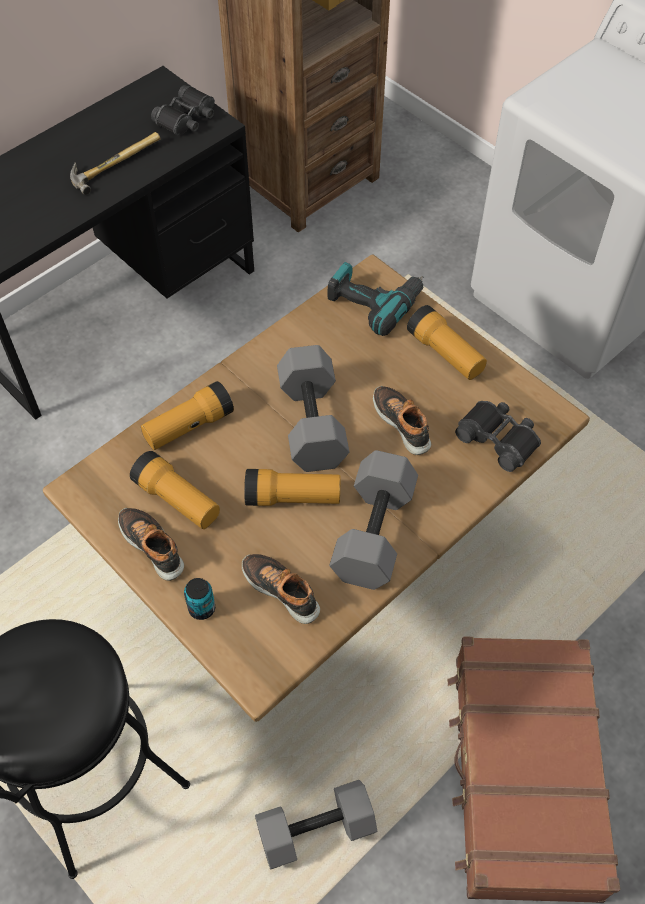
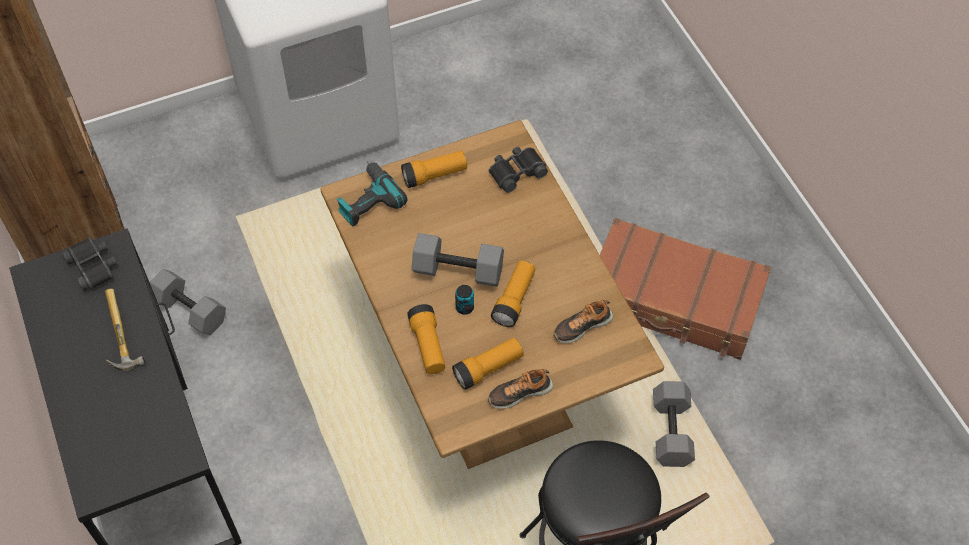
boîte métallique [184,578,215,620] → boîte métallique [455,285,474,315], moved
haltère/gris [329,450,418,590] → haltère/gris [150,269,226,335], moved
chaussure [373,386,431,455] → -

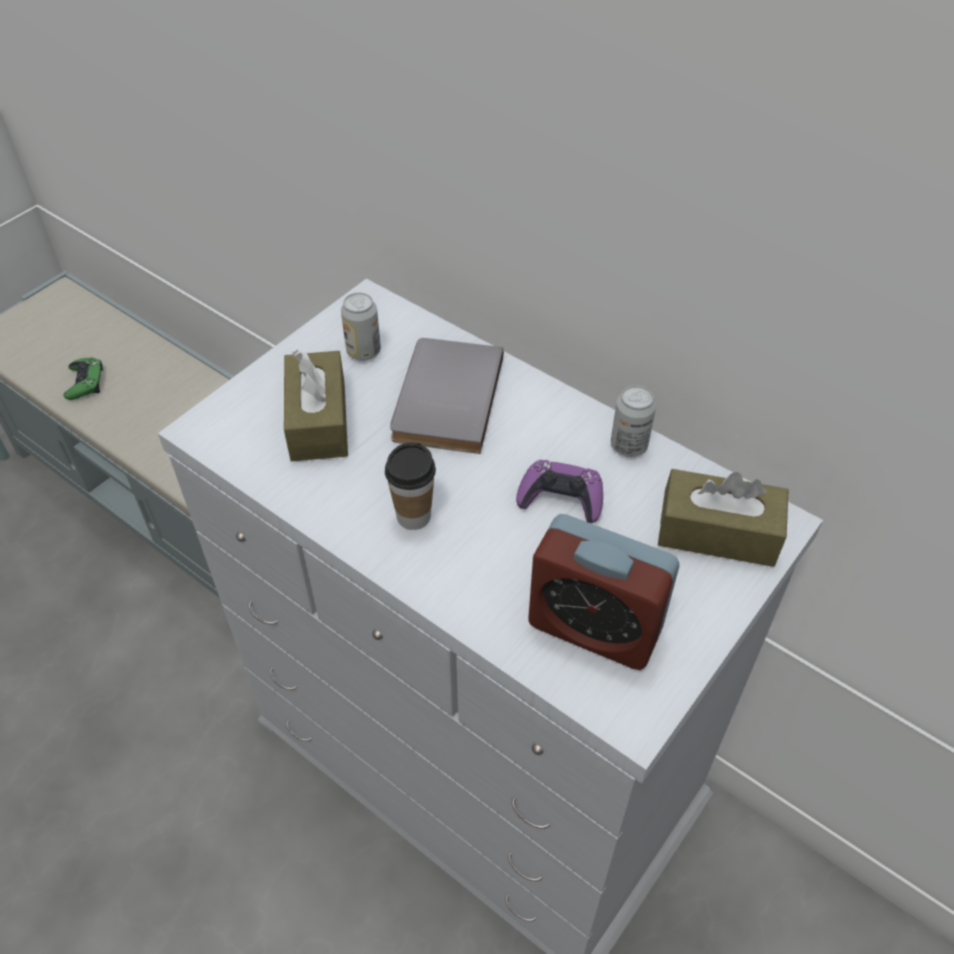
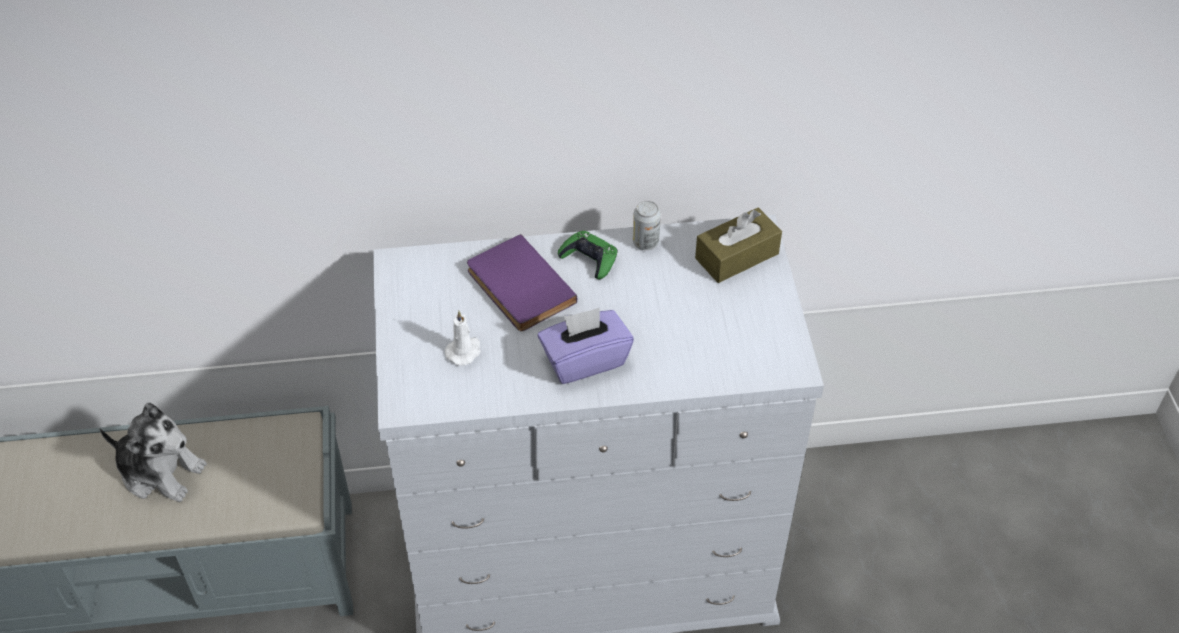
manette/vert [63,358,103,400] → manette/vert [558,231,618,279], moved
boîte à mouchoirs/marron [284,350,348,461] → bougie/blanc [445,311,481,366]
boîte métallique [341,293,381,361] → -
tasse [385,443,436,530] → boîte à mouchoirs/violet [537,307,634,384]
livre/gris [390,338,504,454] → livre/violet [467,234,577,331]
manette/violet [516,460,603,523] → -
réveil [528,514,679,670] → -
- → peluche [99,403,207,502]

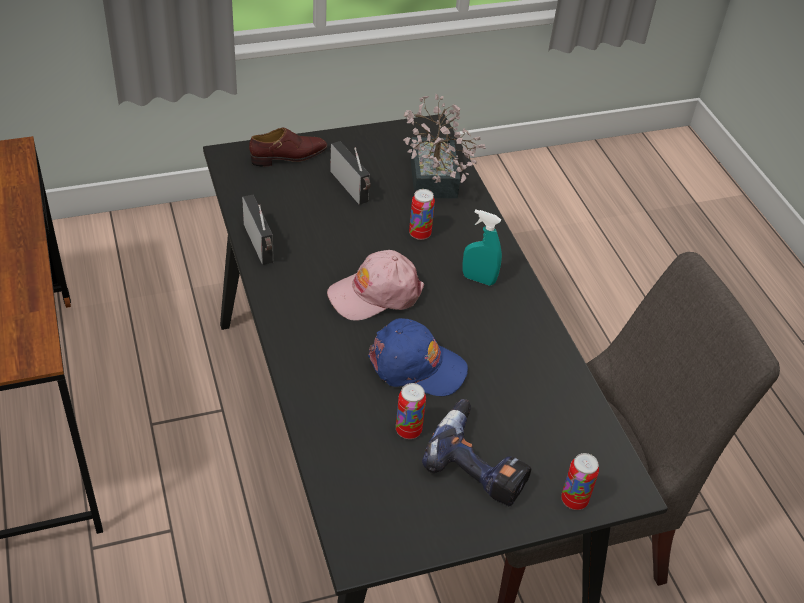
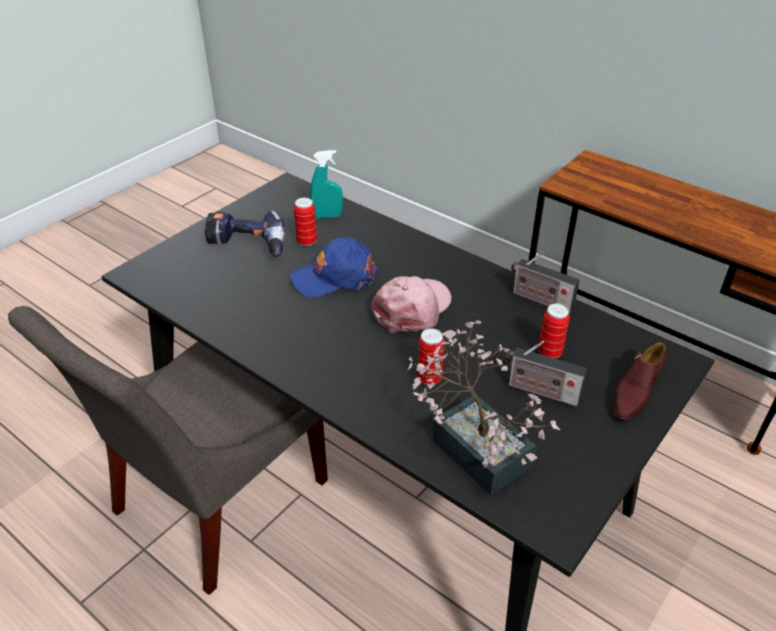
vaporisateur/turquoise [462,210,502,286] → vaporisateur/turquoise [310,150,343,219], moved
boîte métallique [561,453,599,510] → boîte métallique [538,304,570,358], moved

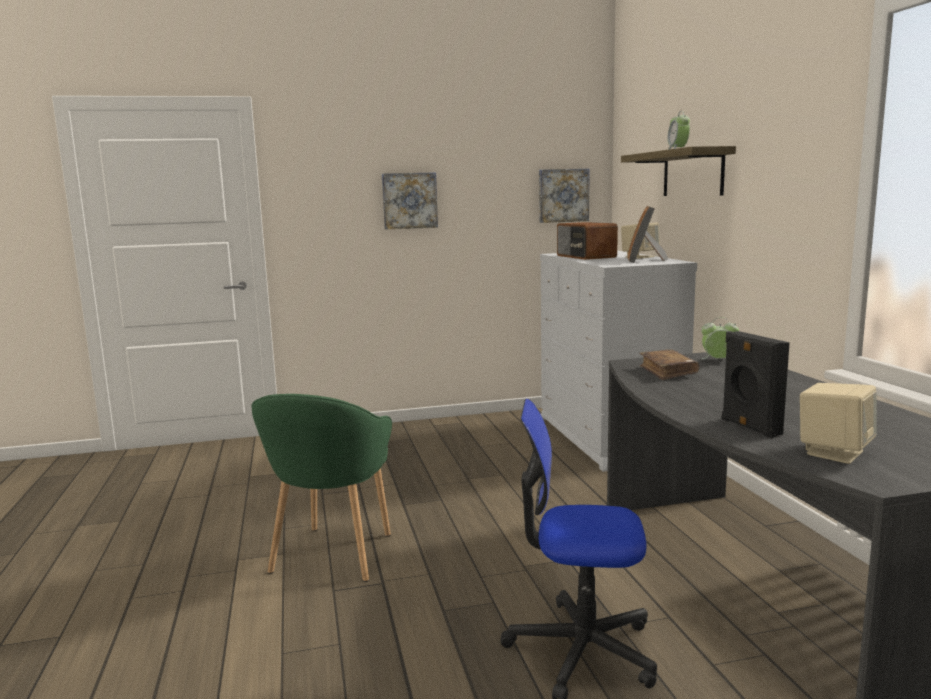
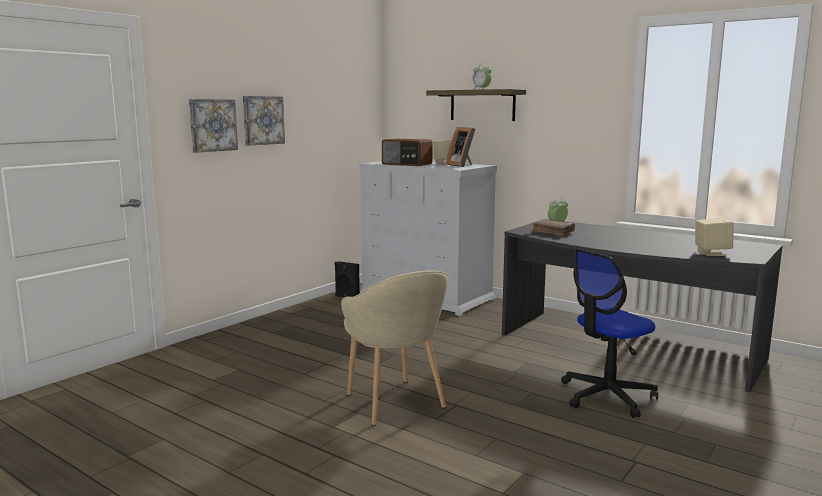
fauteuil/vert [252,394,392,582] → fauteuil/beige [341,270,448,426]
tableau [539,169,590,223] → tableau [189,99,238,153], moved
enceinte/noir [722,331,790,438] → enceinte/noir [335,261,360,297], moved

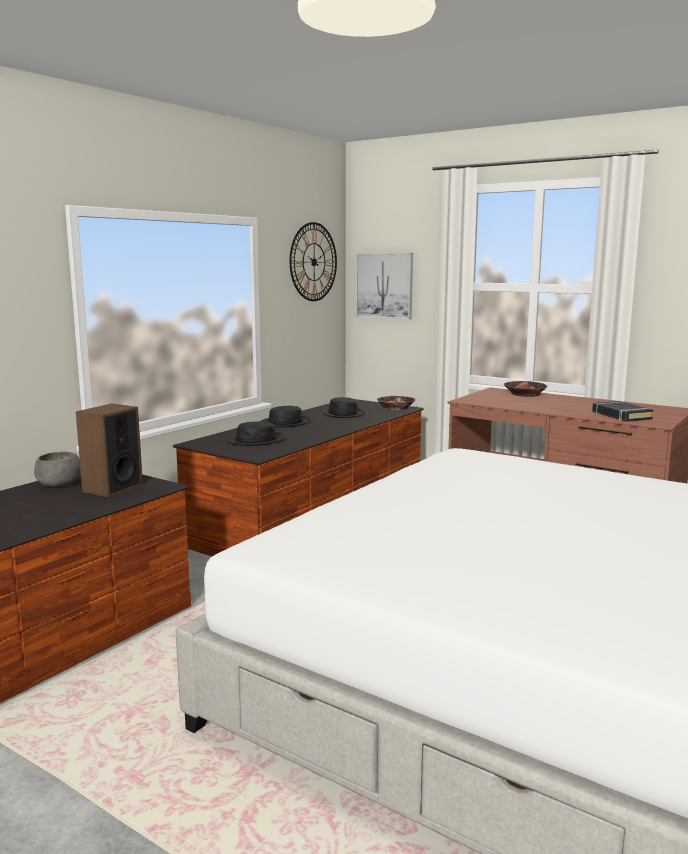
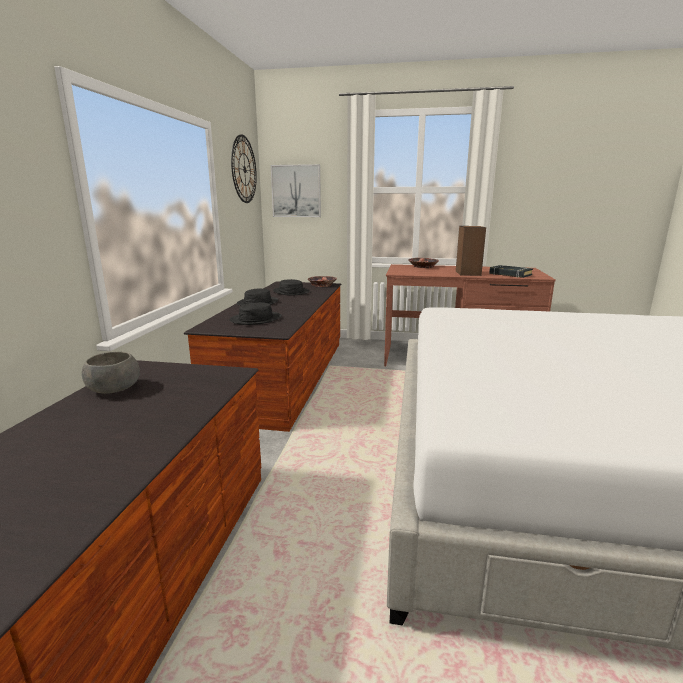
enceinte [76,404,143,497] → enceinte [456,226,486,276], moved

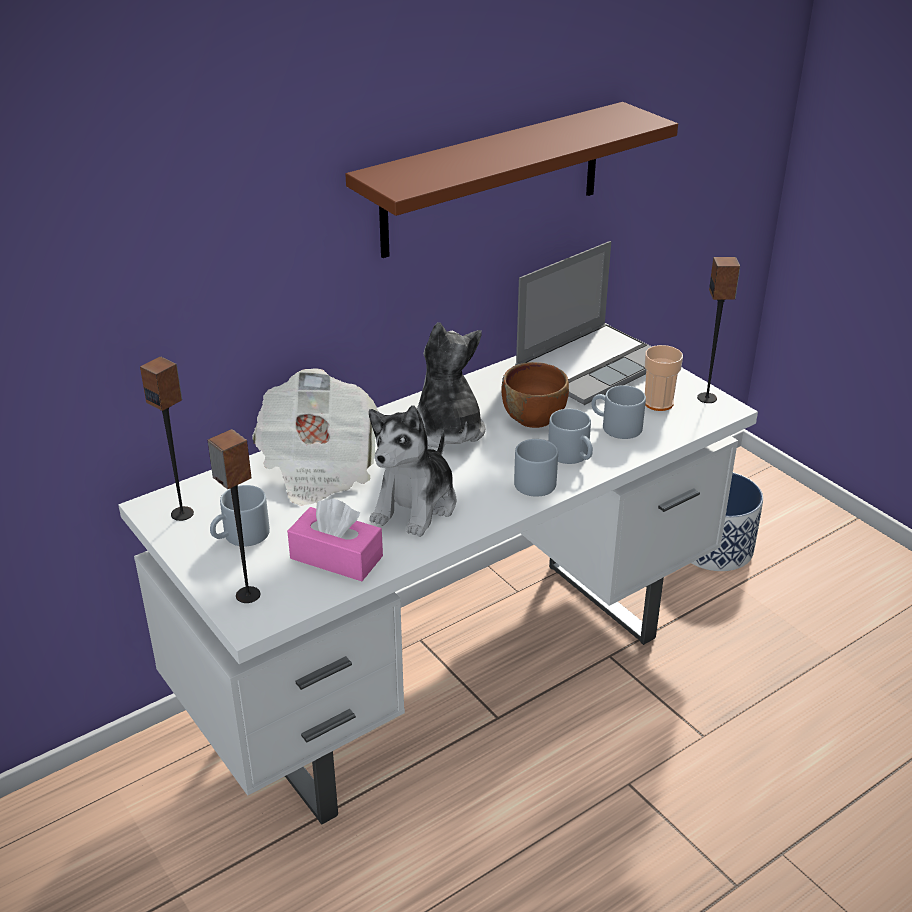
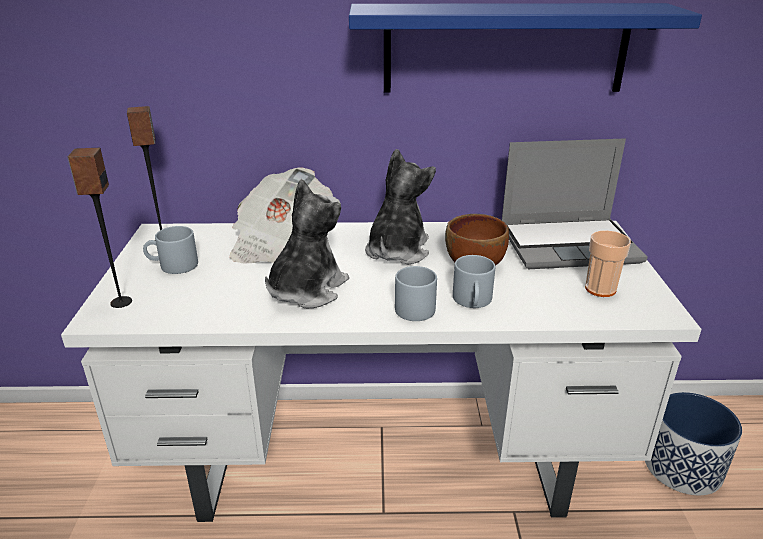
boîte à mouchoirs/rose [287,499,383,581] → -
étagère/marron [345,102,678,258] → étagère/bleu [349,3,702,93]
peluche [369,405,457,537] → peluche [265,179,349,308], 150 degrees clockwise
mug/gris [591,385,646,439] → -
enceinte [697,257,740,403] → -

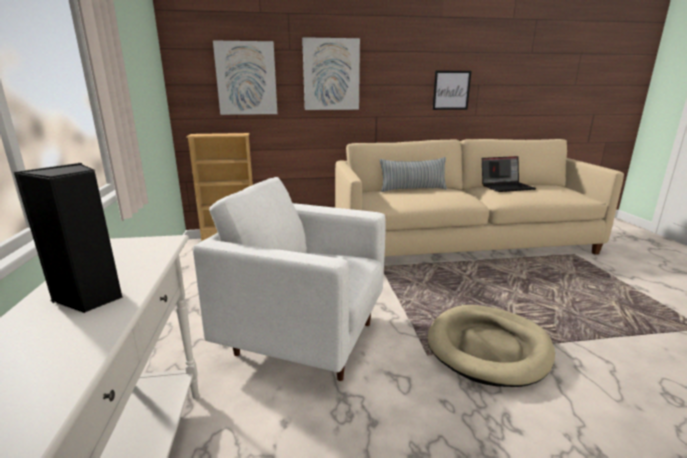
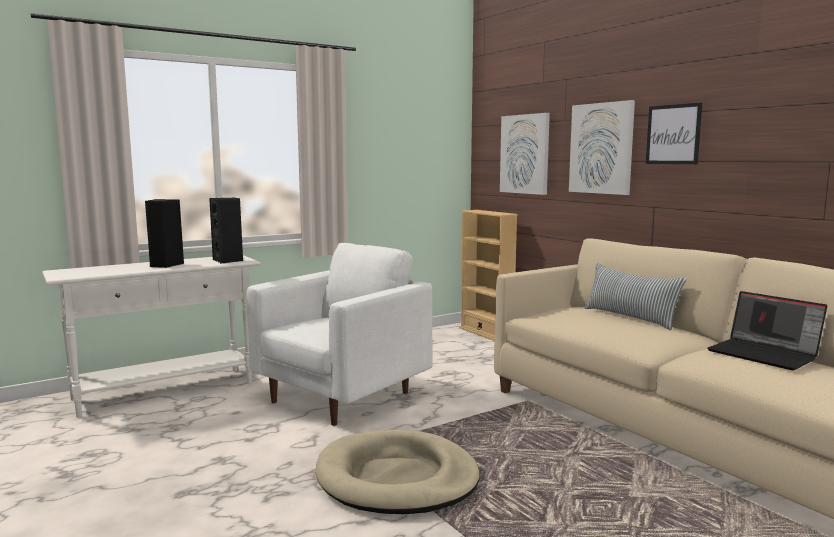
fauteuil/blanc [193,177,386,381] → fauteuil/blanc [246,243,432,426], 45 degrees clockwise
tableau [432,71,471,110] → tableau [646,103,702,164], moved
- → enceinte/noir [209,198,243,264]

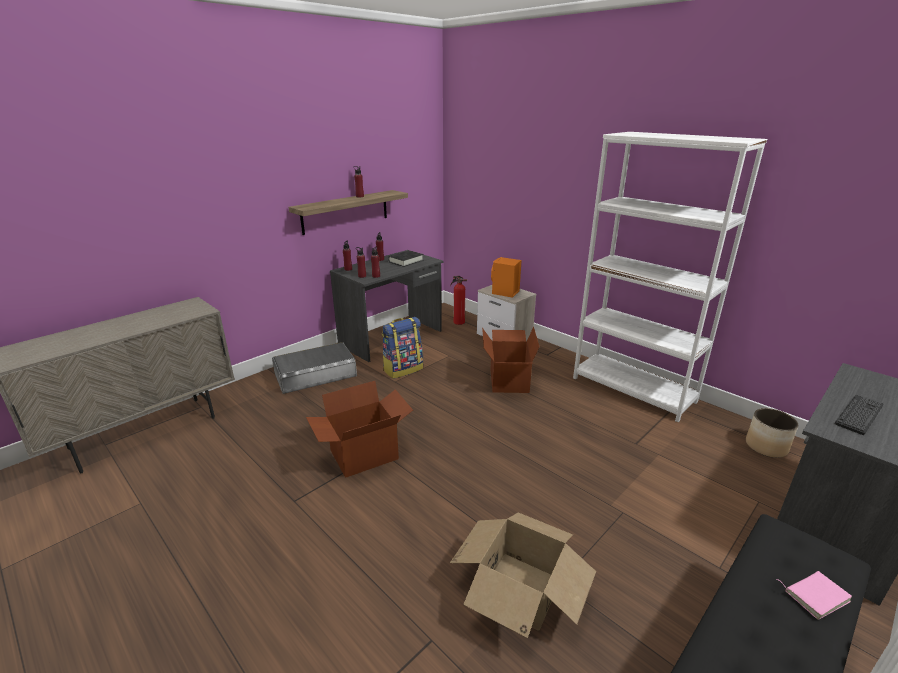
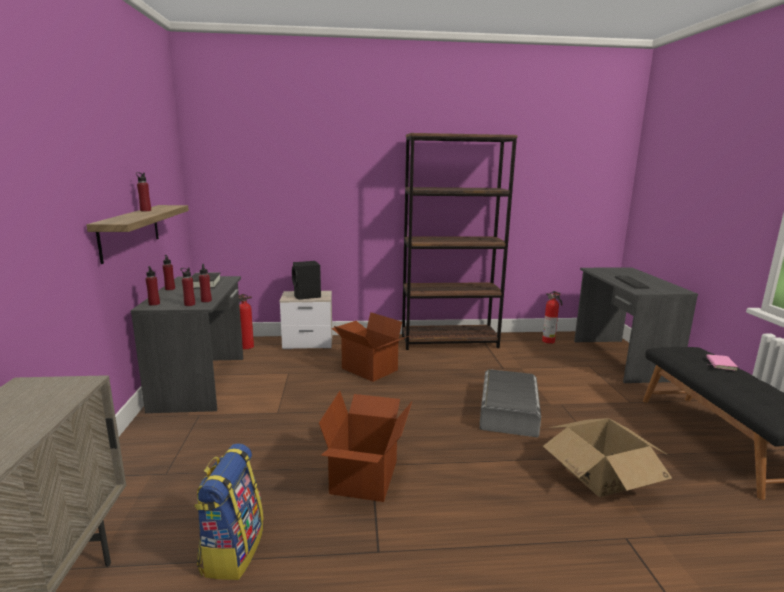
boîte de rangement/gris [272,342,357,394] → boîte de rangement/gris [479,369,541,437], moved
sac à dos [382,317,423,379] → sac à dos [194,443,264,580], moved
enceinte/orange [491,257,522,298] → enceinte/noir [292,261,321,300]
bibliothèque/blanc [573,132,767,422] → bibliothèque/marron [402,133,518,350]
cache-pot [746,408,798,458] → extincteur [542,291,562,344]

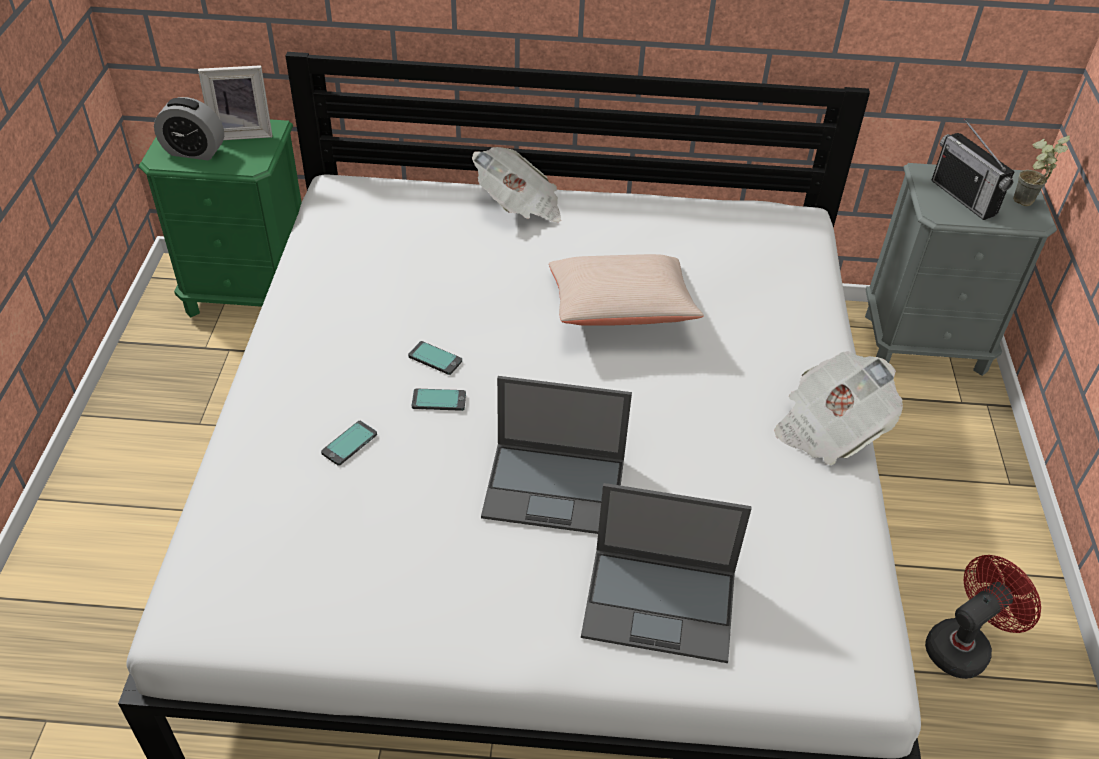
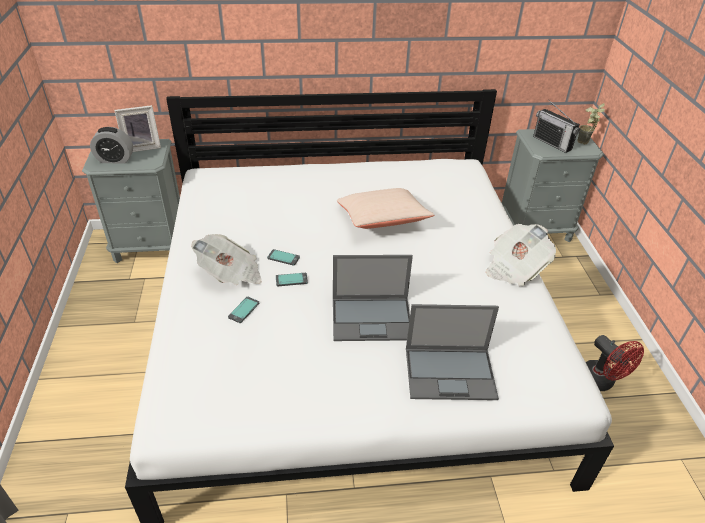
table de chevet/vert [139,119,302,317] → table de chevet/gris [82,139,180,263]
journal [472,147,561,222] → journal [191,234,262,285], moved
ventilateur/rouge [925,555,1041,679] → ventilateur/rouge [586,335,644,391], 105 degrees clockwise

